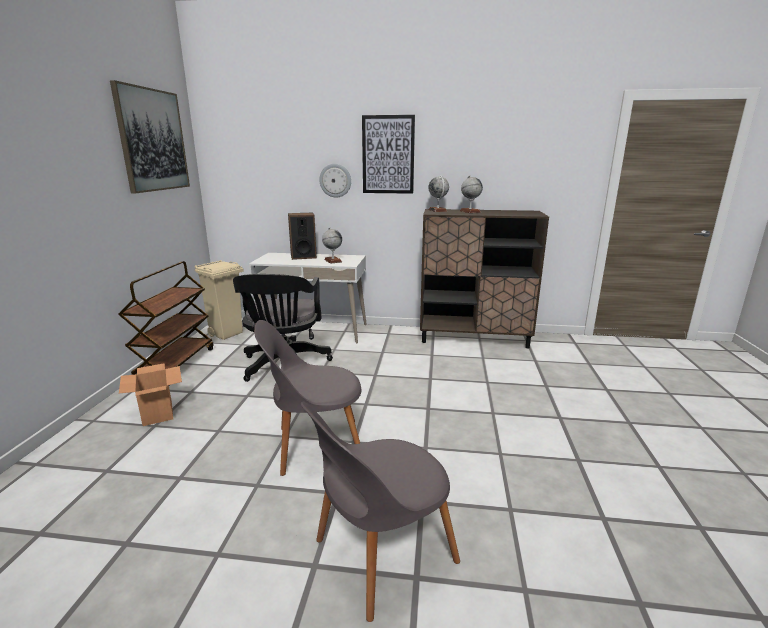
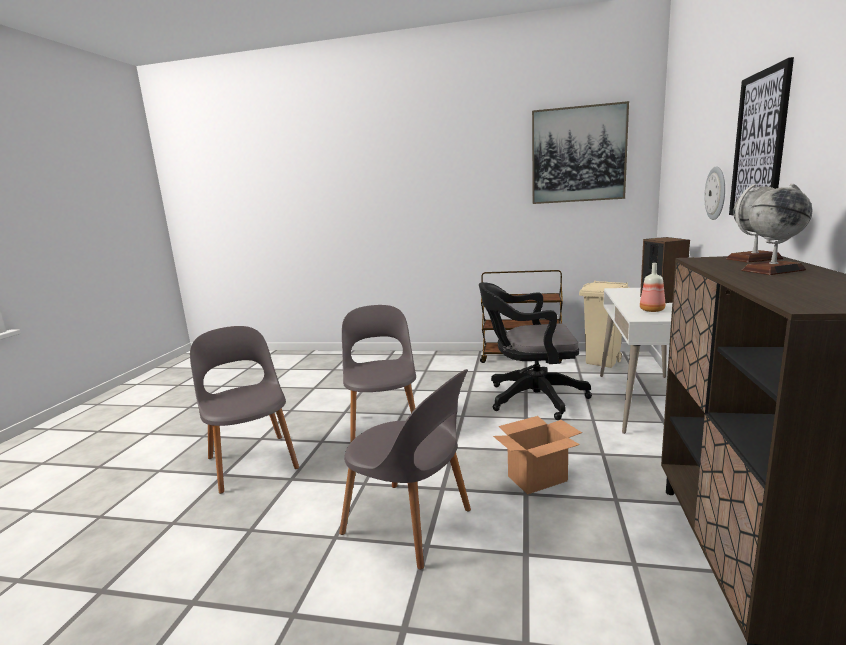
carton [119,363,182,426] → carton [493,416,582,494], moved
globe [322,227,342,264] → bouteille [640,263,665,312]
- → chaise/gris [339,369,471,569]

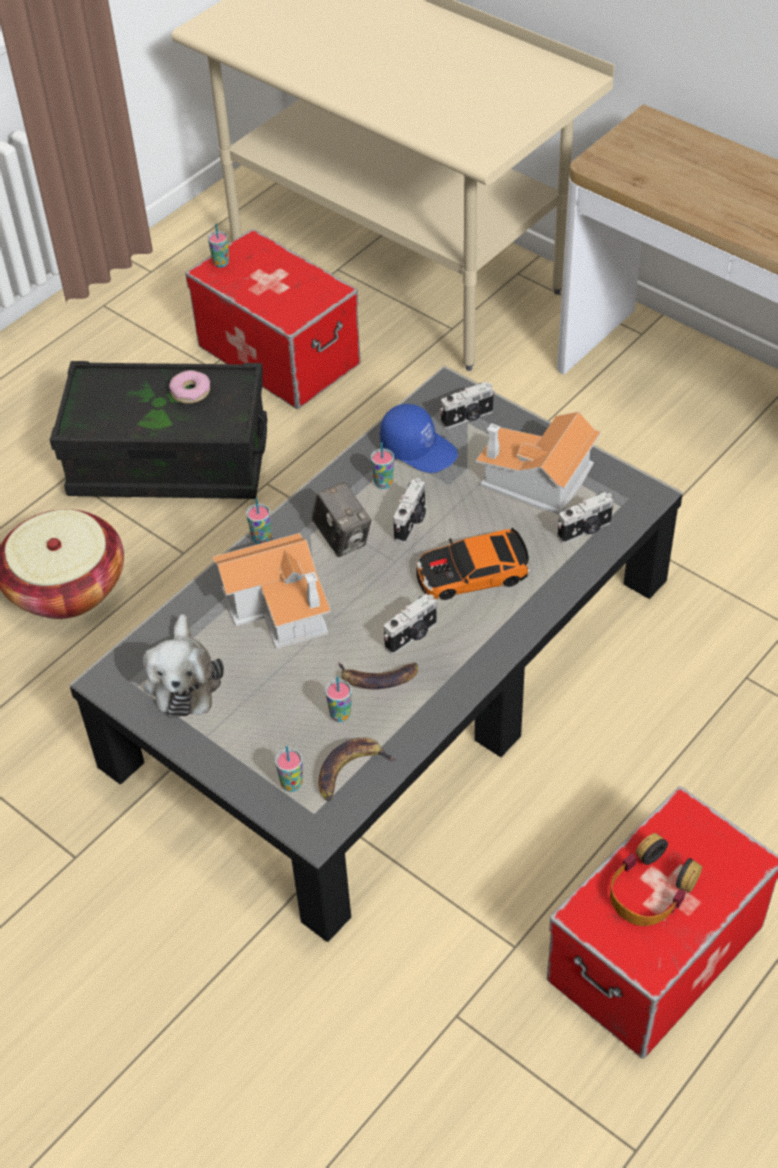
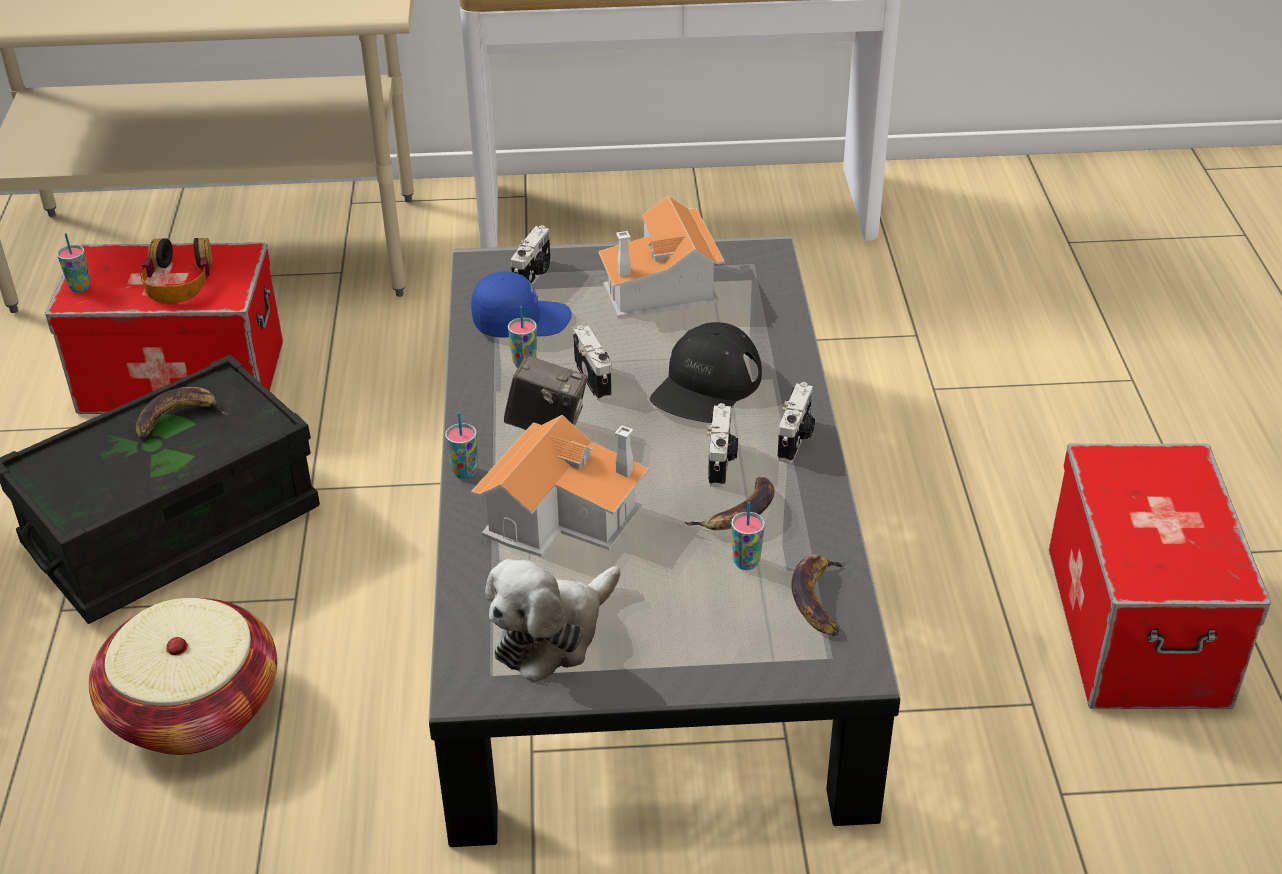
peluche [143,614,224,718] → peluche [485,559,621,683], 90 degrees clockwise
beignet [169,370,210,404] → banane [136,387,228,439]
tasse [275,746,303,792] → -
petite voiture [416,528,530,600] → casquette/noir [650,322,762,423]
appareil photo [558,492,614,543] → appareil photo [777,382,815,463], moved
casque audio [610,833,702,926] → casque audio [140,238,213,304], moved

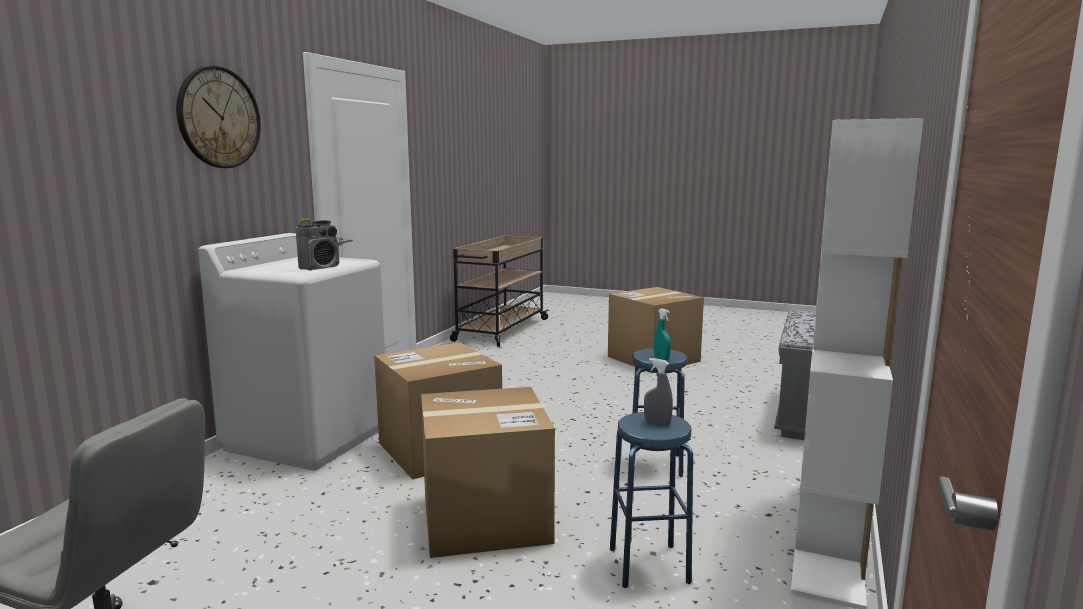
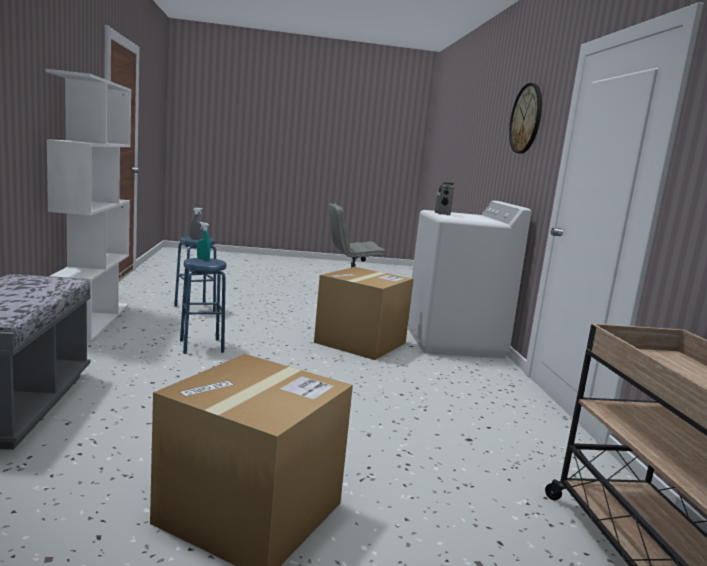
carton [421,387,555,558] → -

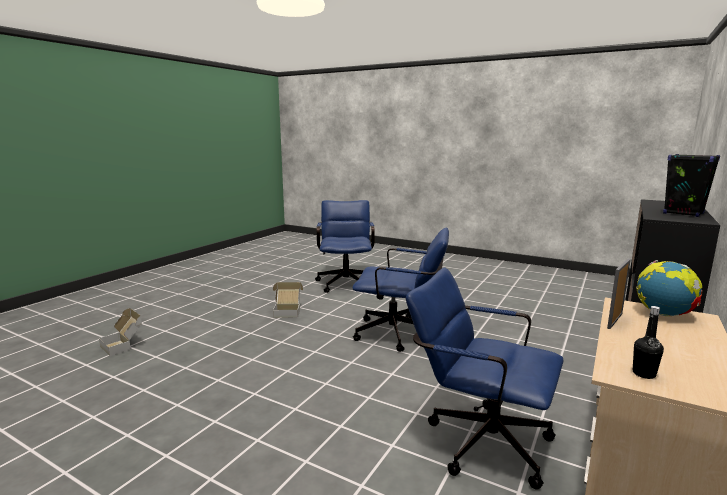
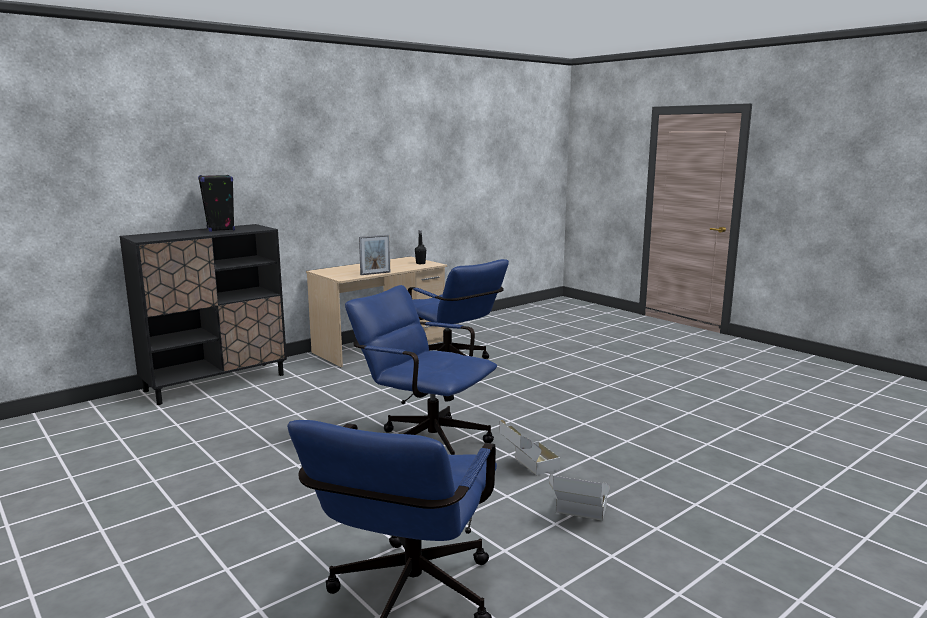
carton [99,308,142,356] → carton [500,420,560,475], moved
globe [637,260,703,316] → -

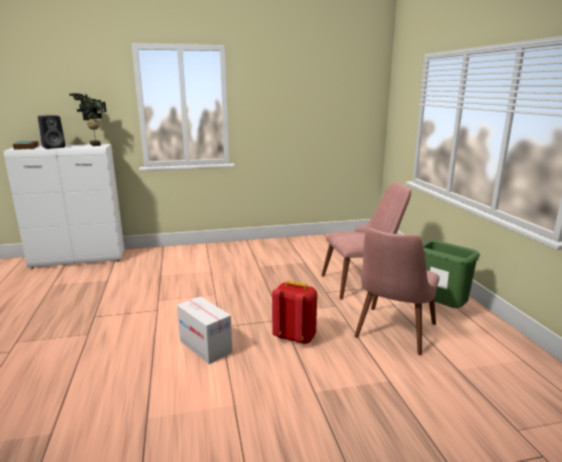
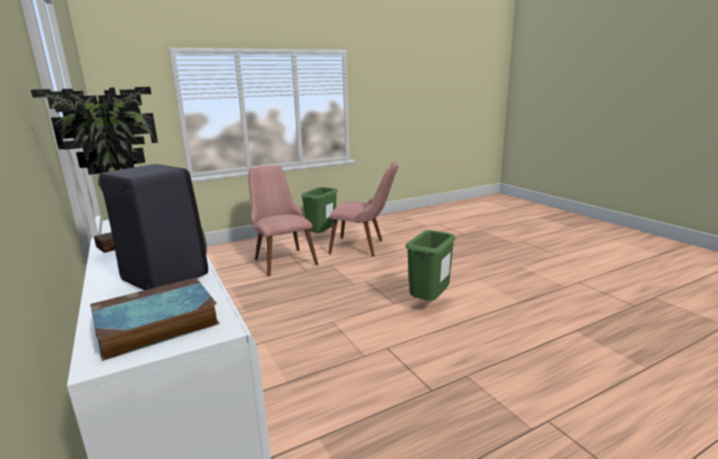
carton [177,296,232,364] → poubelle/vert [405,230,456,301]
sac à dos/rouge [272,281,317,344] → -

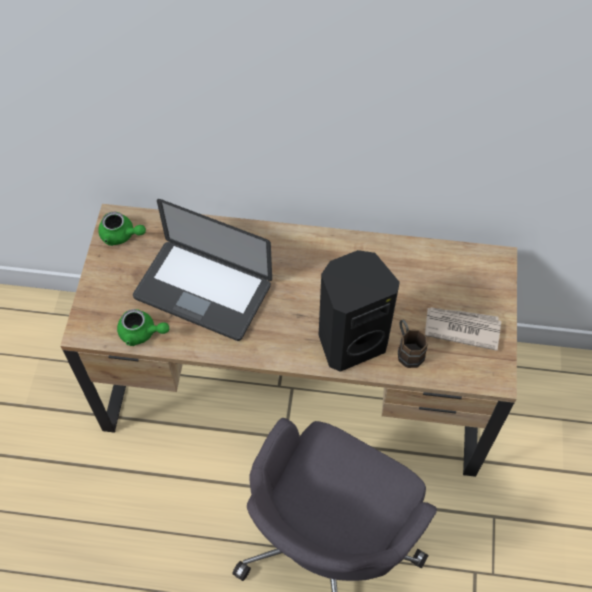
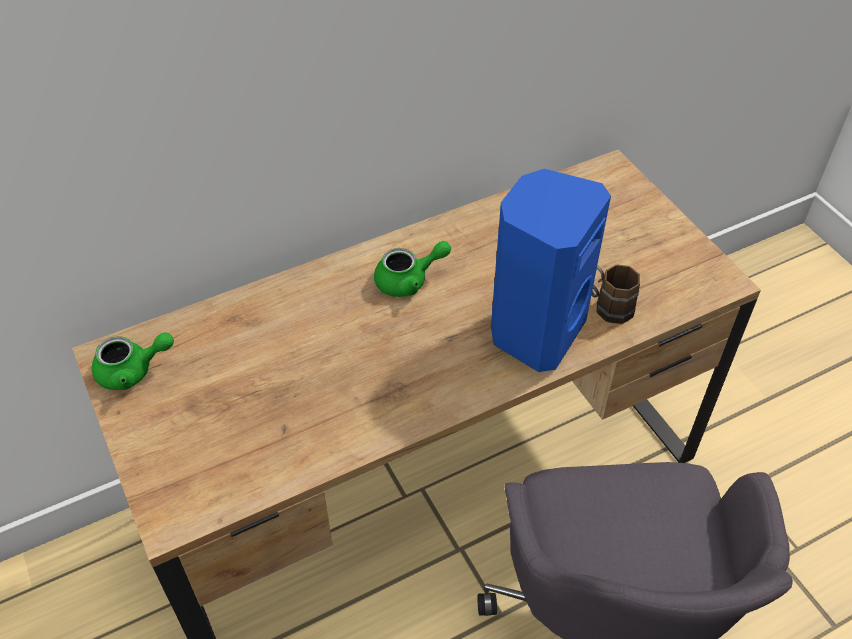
théière/vert [117,309,169,346] → théière/vert [374,241,451,297], moved
ordinateur portable [133,199,272,341] → -
enceinte/noir [319,250,400,372] → enceinte/bleu [491,169,611,372]
journal [425,307,501,351] → -

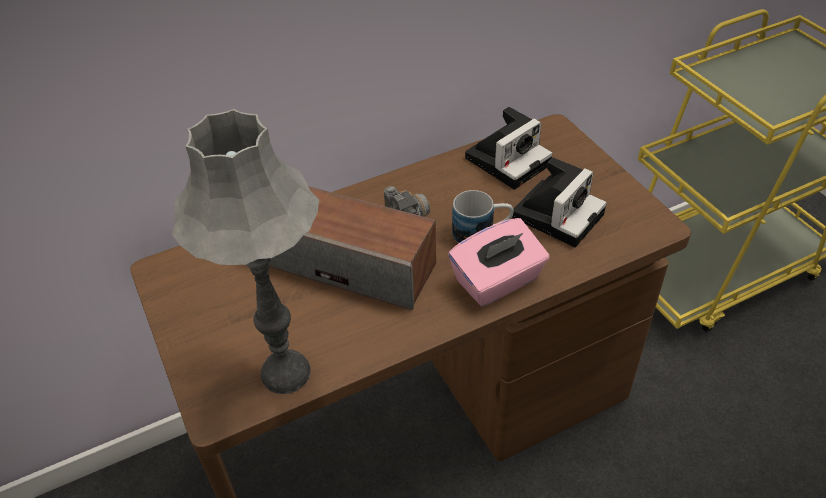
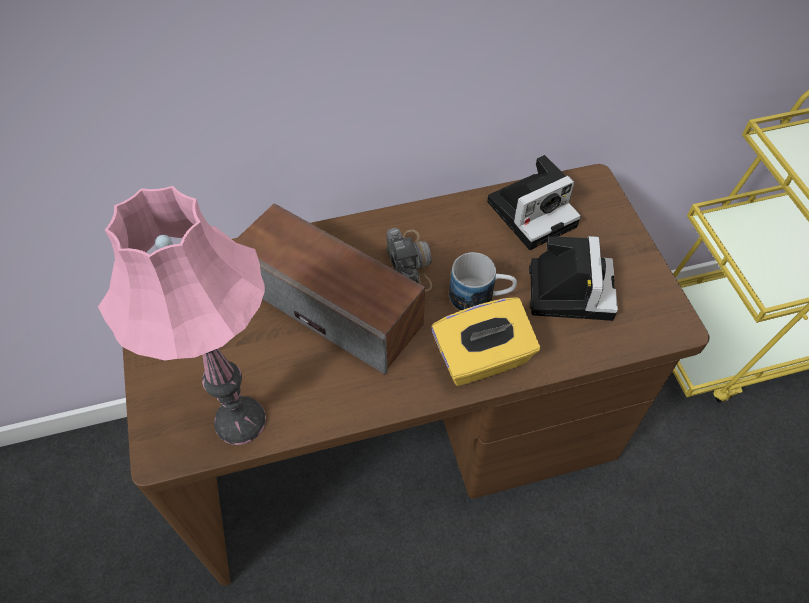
lampe de table/gris [172,109,319,394] → lampe de table/rose [98,186,266,445]
boîte à mouchoirs/rose [448,218,550,306] → boîte à mouchoirs/jaune [431,297,540,386]
appareil photo [512,157,607,247] → appareil photo [529,236,618,321], 45 degrees counterclockwise

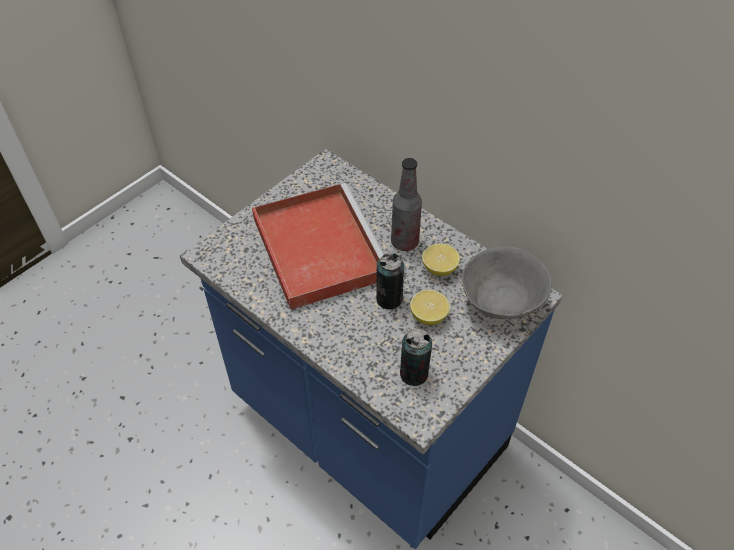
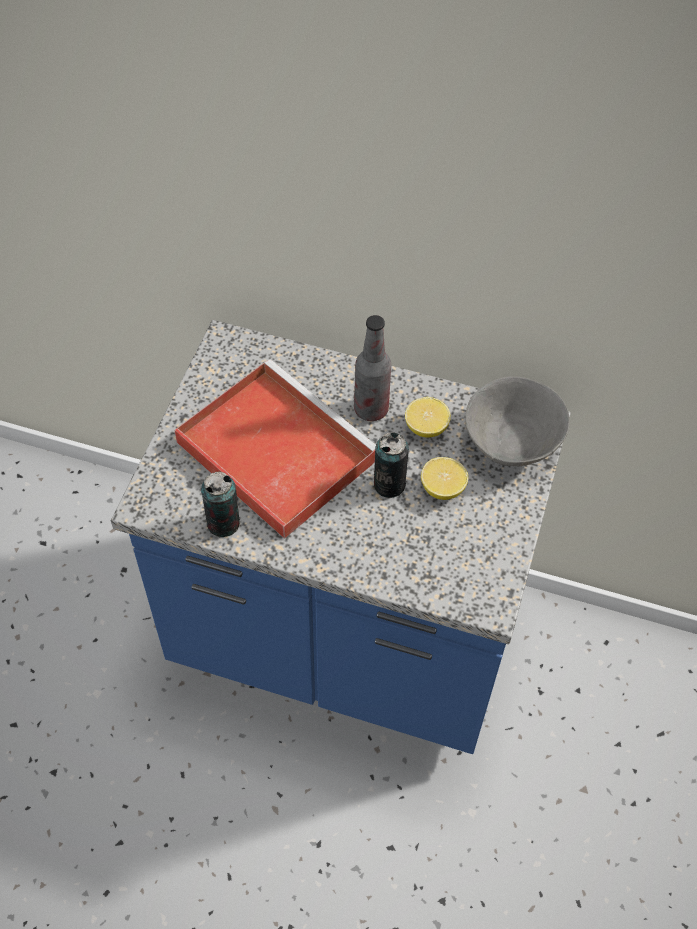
boîte métallique [400,328,432,386] → boîte métallique [201,472,240,537], moved

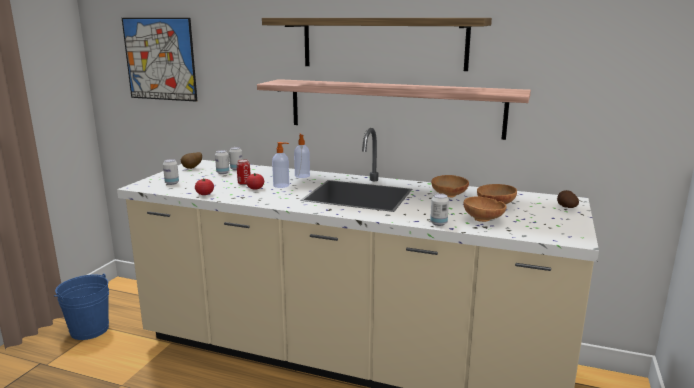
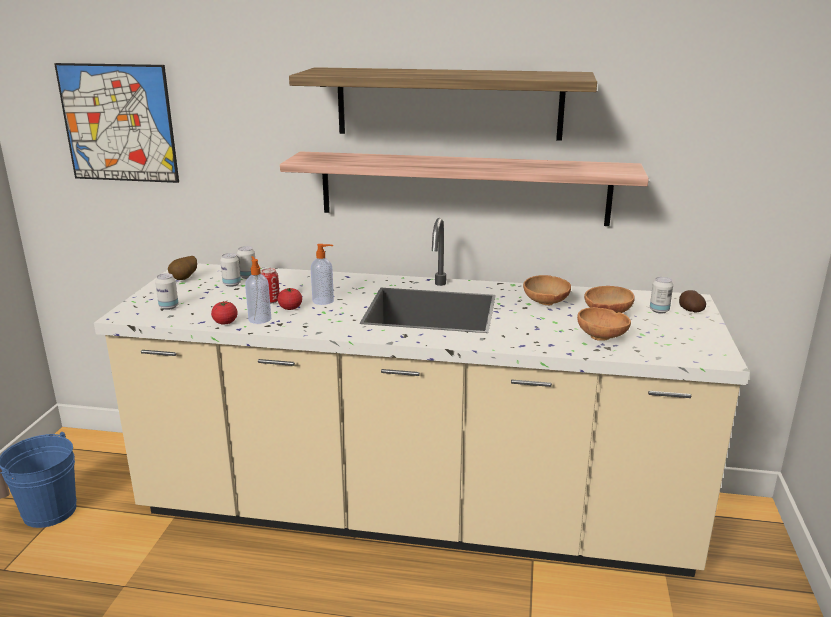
distributeur de savon [294,134,310,178] → distributeur de savon [245,256,271,324], moved
boîte métallique [430,193,449,226] → boîte métallique [650,277,673,314], moved

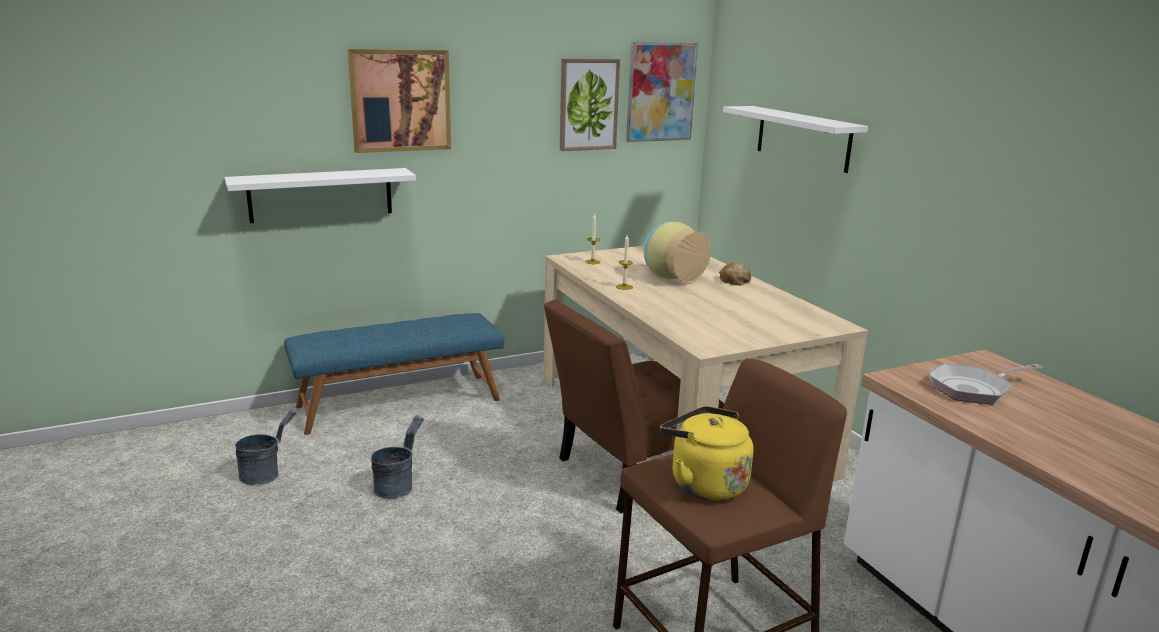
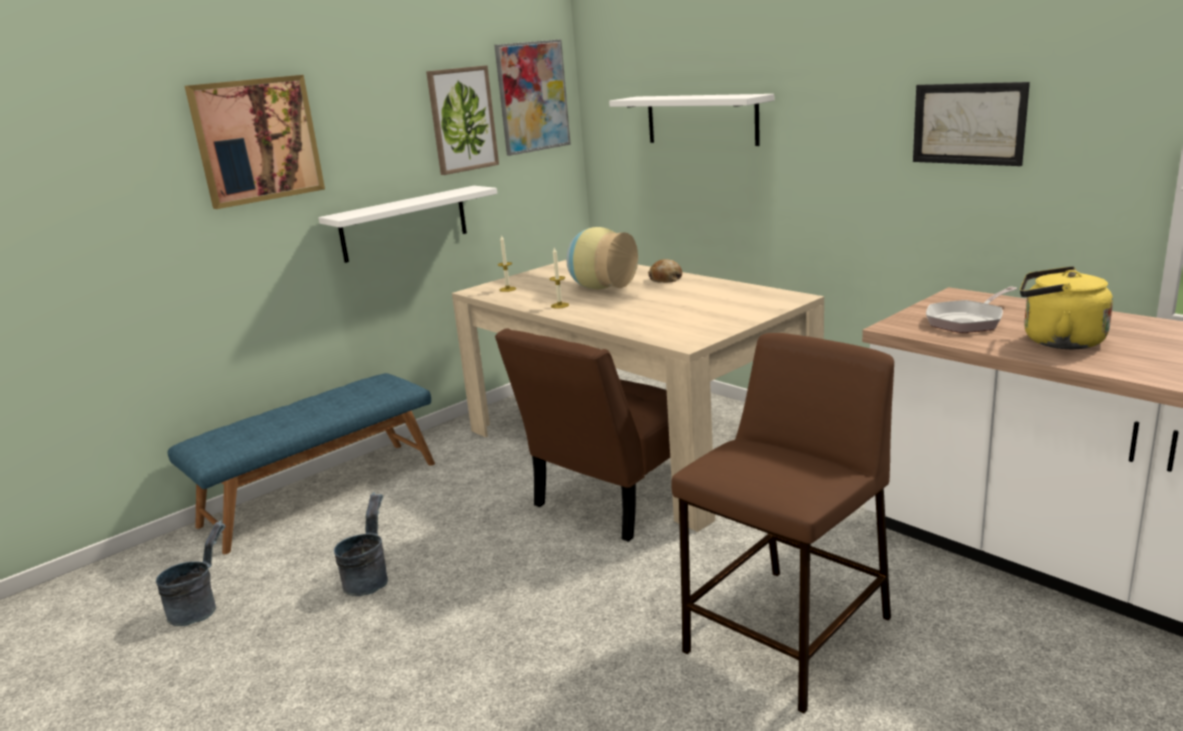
étagère/blanc [225,168,416,223] → étagère/blanc [318,186,497,263], moved
bouilloire/jaune [660,406,753,501] → bouilloire/jaune [1020,266,1113,349], moved
- → tableau [913,82,1030,166]

